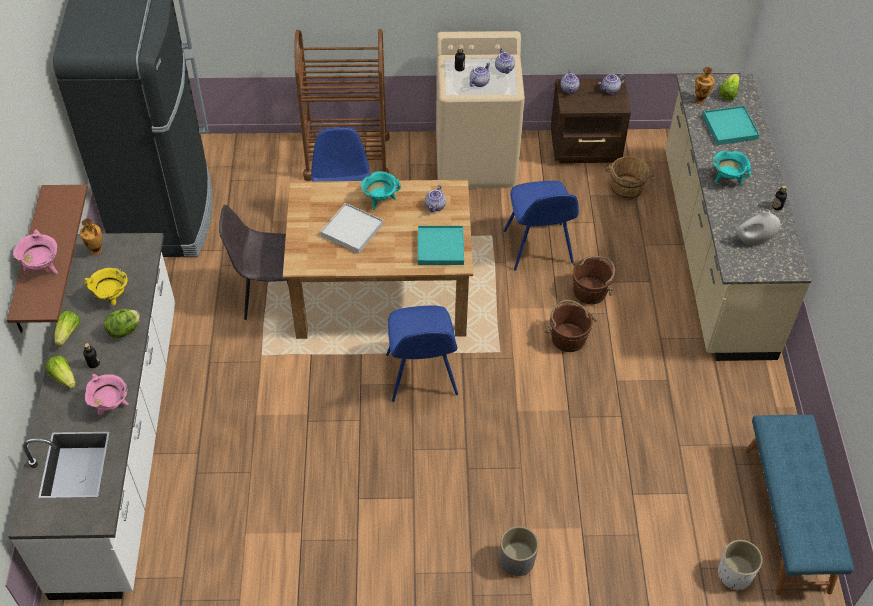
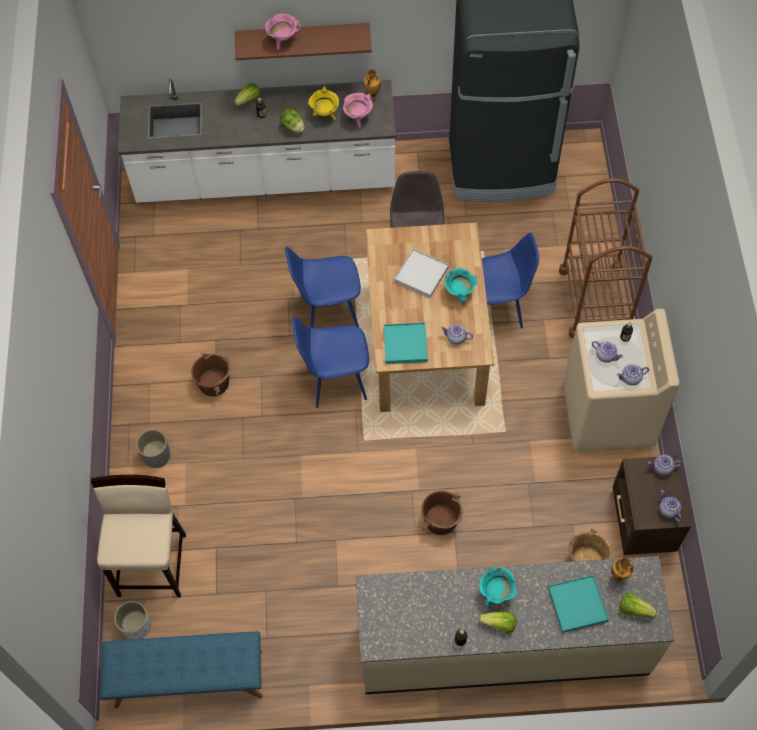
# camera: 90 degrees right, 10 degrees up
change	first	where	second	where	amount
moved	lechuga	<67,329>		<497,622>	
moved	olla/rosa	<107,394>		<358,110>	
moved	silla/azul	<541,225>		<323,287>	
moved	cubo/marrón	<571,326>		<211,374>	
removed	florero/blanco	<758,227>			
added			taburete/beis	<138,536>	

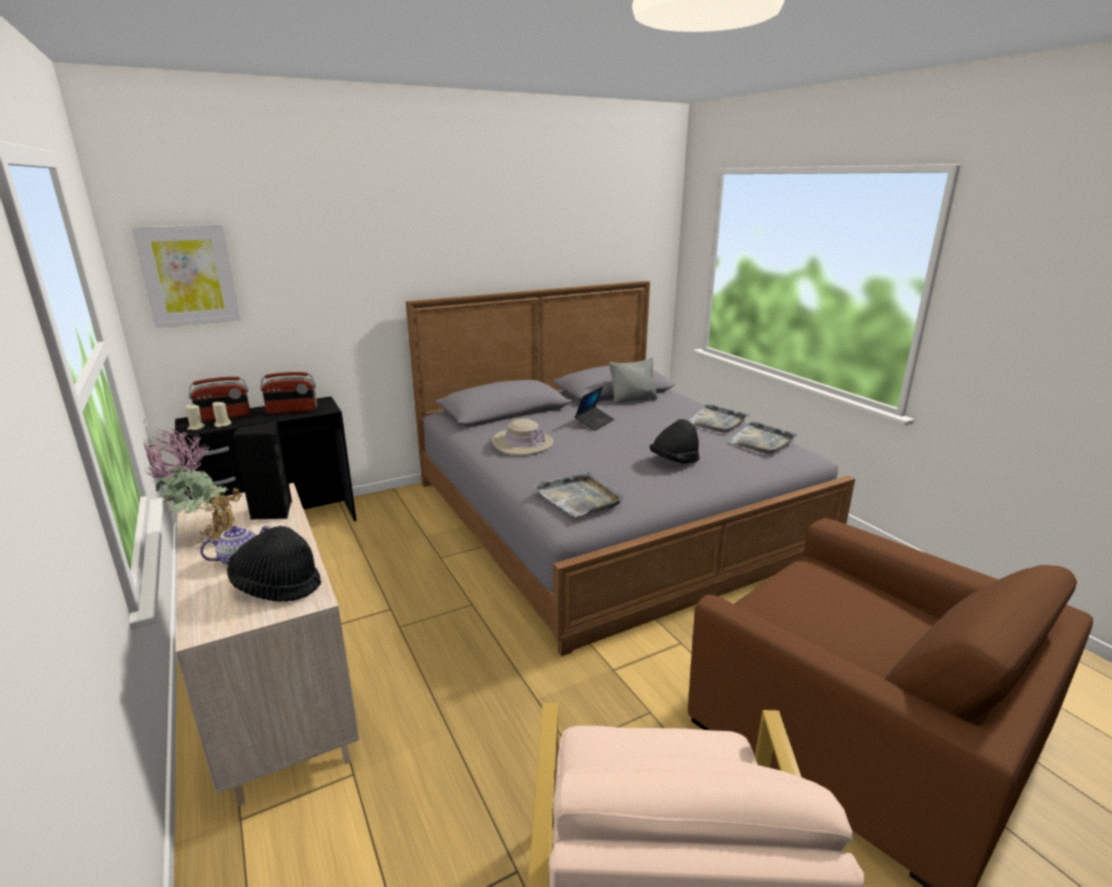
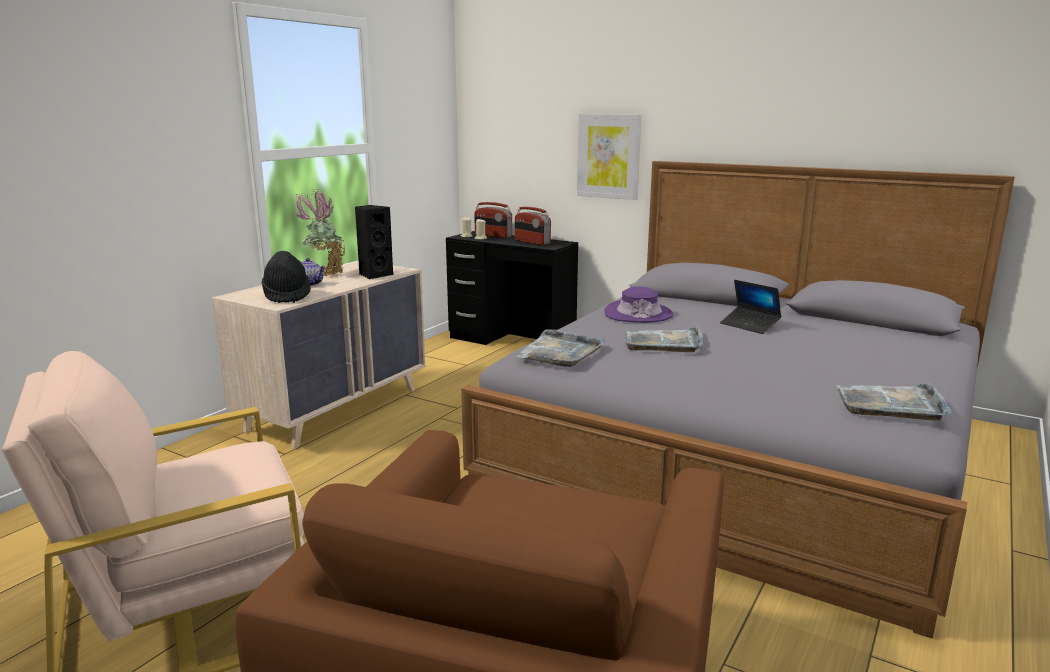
# camera: 60 degrees right, 5 degrees down
change	first	where	second	where	amount
moved	cuadro	<186,276>		<609,157>	
recoloured	sombrero/beis	<522,437>	sombrero/morado	<639,304>	
turned	portátil	<594,408>		<751,307>	45 degrees clockwise
removed	cojín/gris	<633,380>			
removed	sombrero/negro	<675,441>			
moved	bandeja/gris	<719,418>		<663,339>	

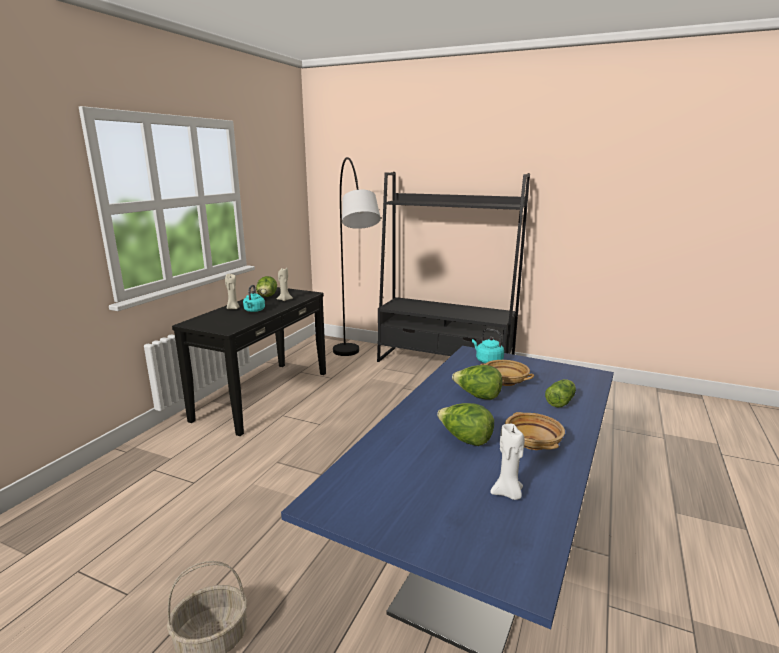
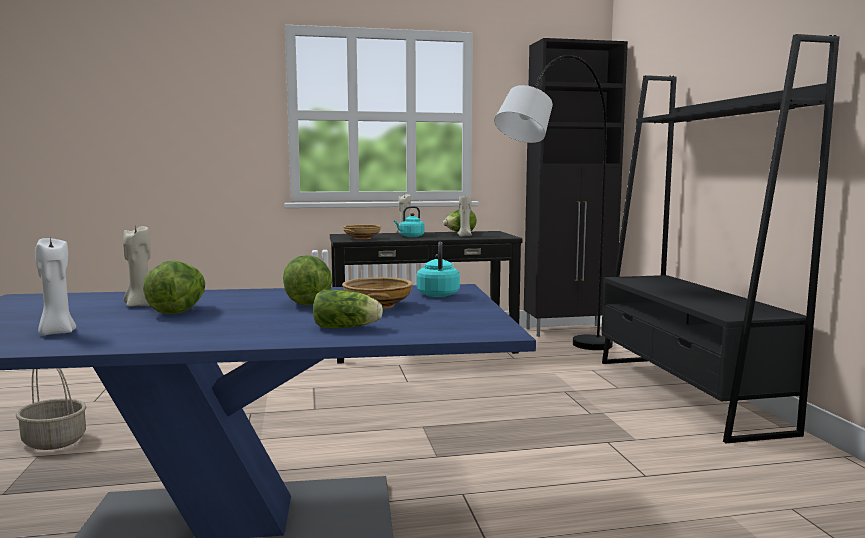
# camera: 55 degrees right, 10 degrees down
change	first	where	second	where	amount
moved	cuenco/beis	<535,431>		<362,232>	
added			vela/beis	<137,266>	
added			armario/negro	<576,187>	

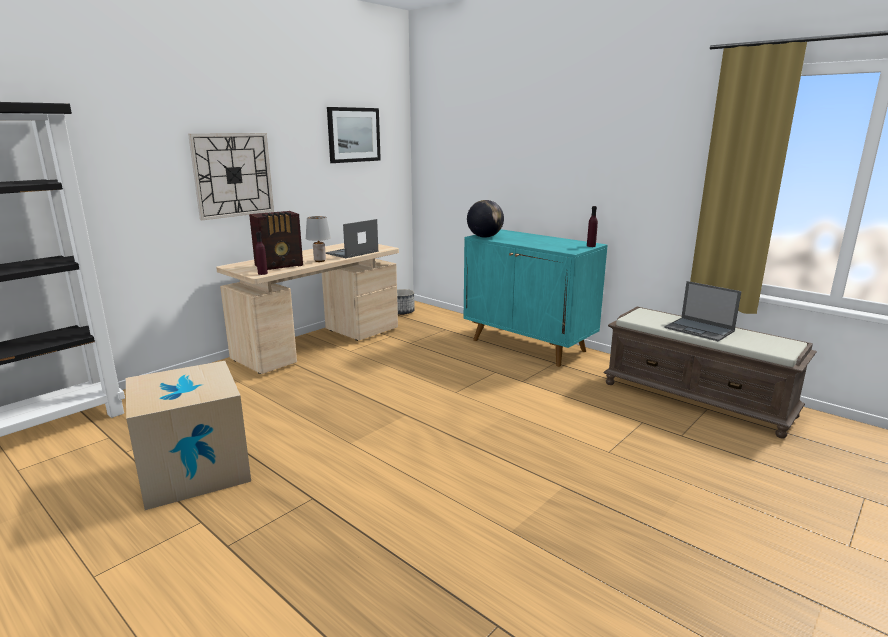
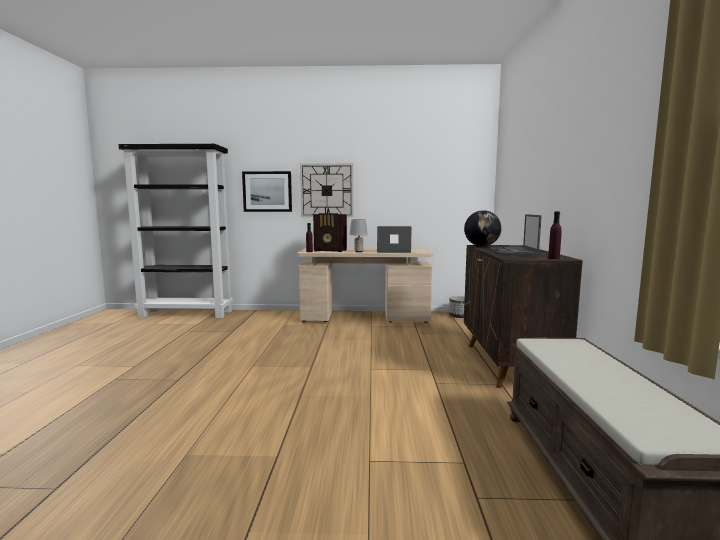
# camera: 50 degrees right, 10 degrees down
change	first	where	second	where	amount
removed	caja de cartón	<188,435>			
moved	cuadro	<354,135>		<267,191>	
recoloured	armario/turquesa	<536,298>	armario/marrón	<523,316>	
moved	portátil	<703,311>		<516,234>	

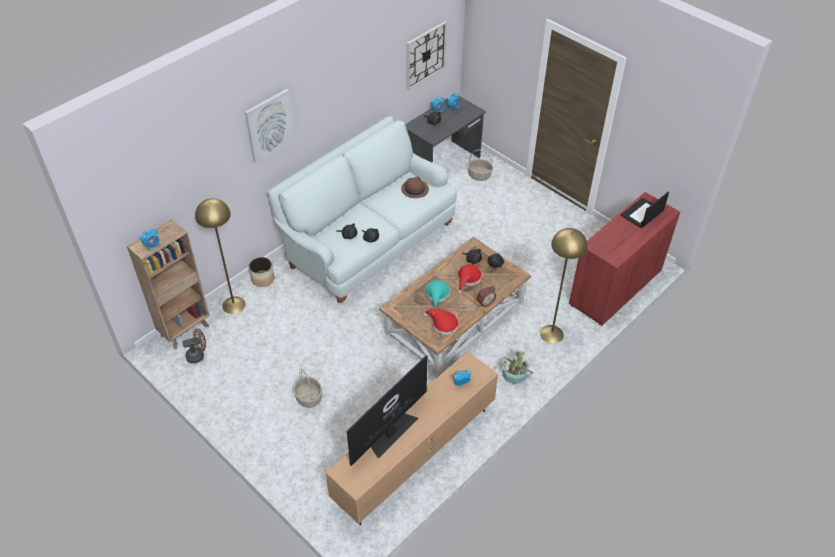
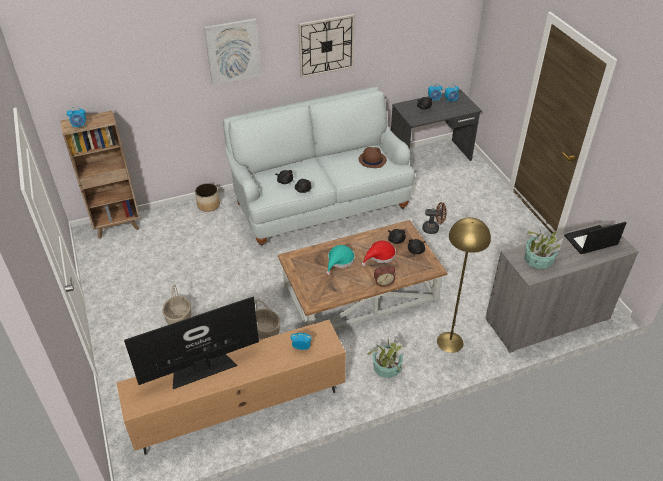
# camera: 25 degrees right, 5 degrees down
change	first	where	second	where	amount
moved	ventilador/marrón	<194,346>		<434,218>	
removed	lámpara de pie/amarillo	<220,256>			
moved	reloj de pared	<427,55>		<326,46>	
removed	sombrero/rojo	<441,322>			
moved	cesta	<480,165>		<267,319>	
recoloured	armario/rojo	<624,259>	armario/gris	<562,287>	
added			planta en maceta	<543,249>	

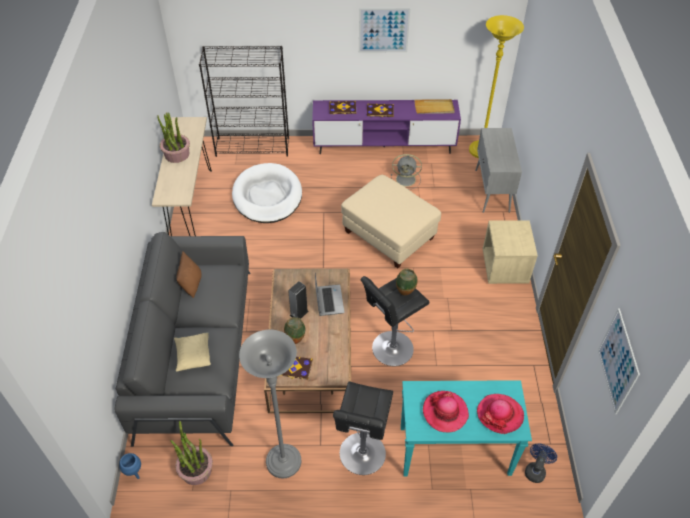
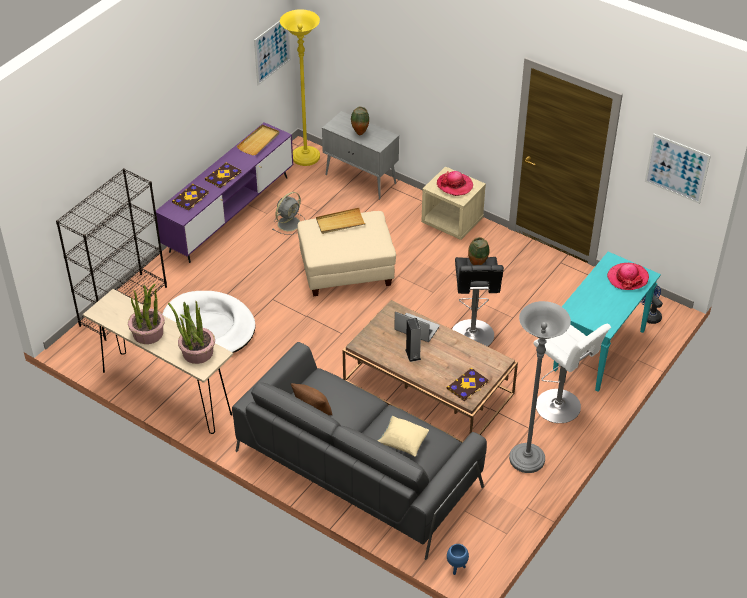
# camera: 55 degrees left, 5 degrees down
change	first	where	second	where	amount
moved	planta en maceta	<191,453>		<191,332>	
moved	florero	<294,330>		<360,121>	
recoloured	taburete/negro	<363,428>	taburete/blanco	<572,373>	
moved	cuadro	<384,30>		<272,53>	
moved	sombrero	<446,411>		<455,183>	
added			bandeja/beis	<340,221>	

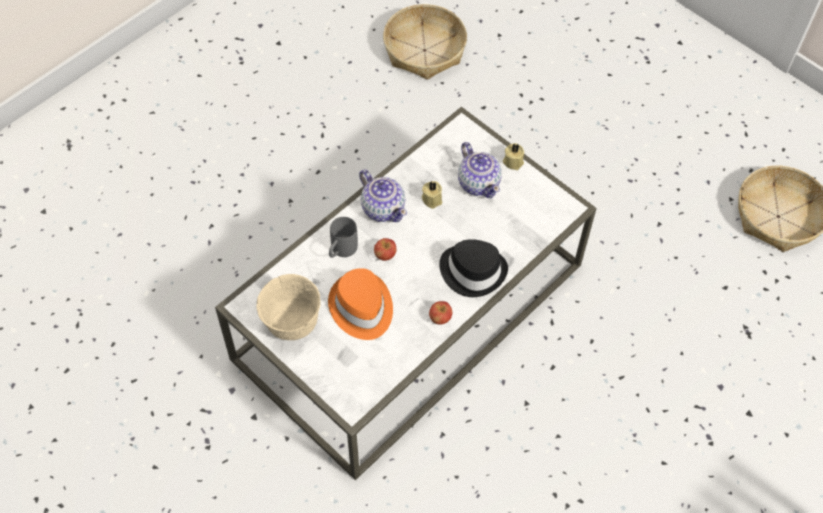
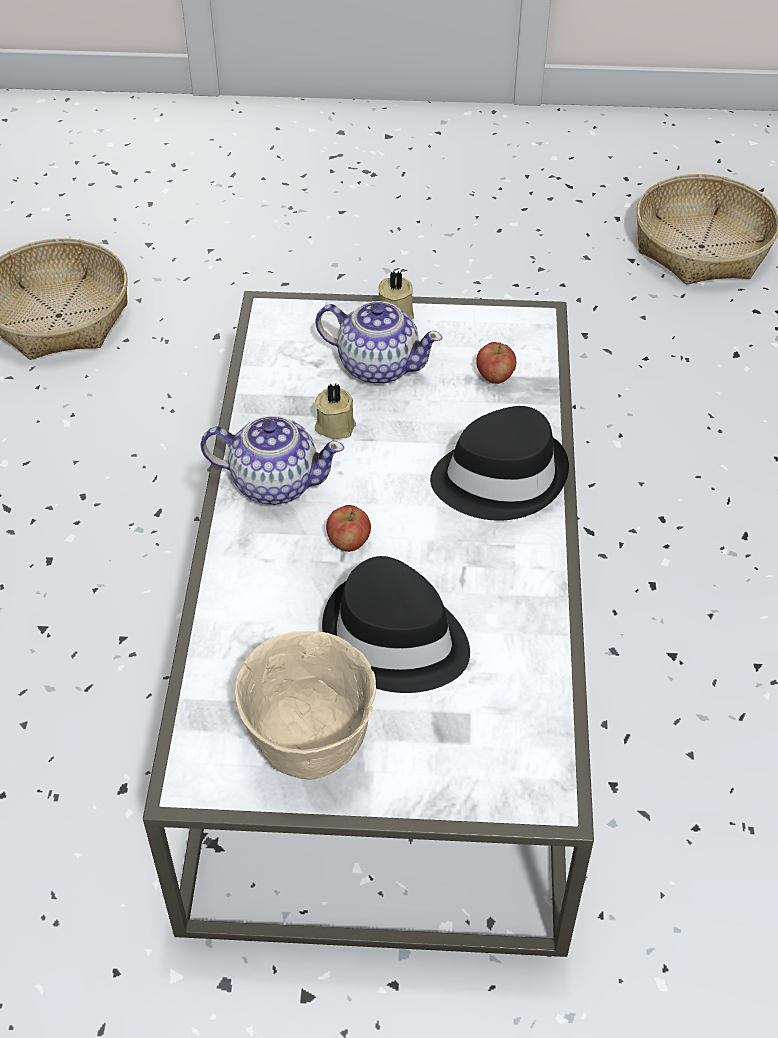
# camera: 40 degrees left, 10 degrees down
change	first	where	second	where	amount
recoloured	sombrero/naranja	<360,304>	sombrero/negro	<396,624>	
removed	taza grande/gris	<343,237>			
moved	manzana	<440,313>		<496,363>	

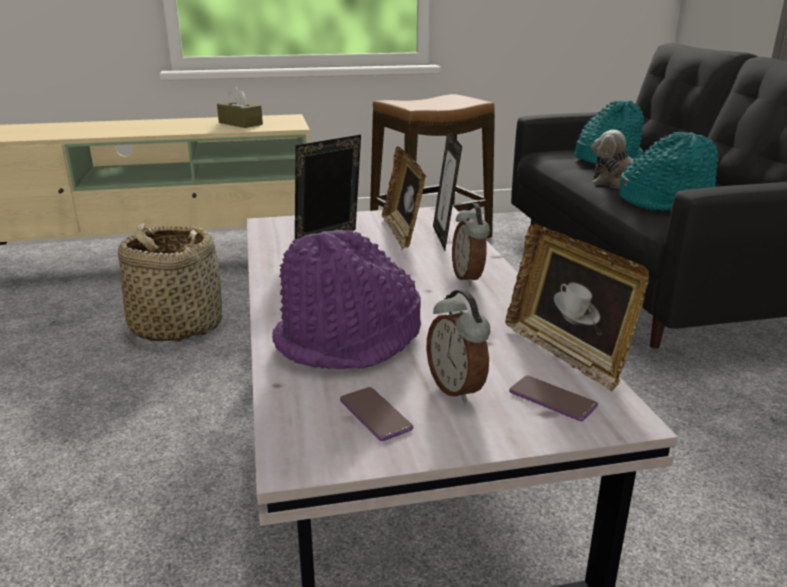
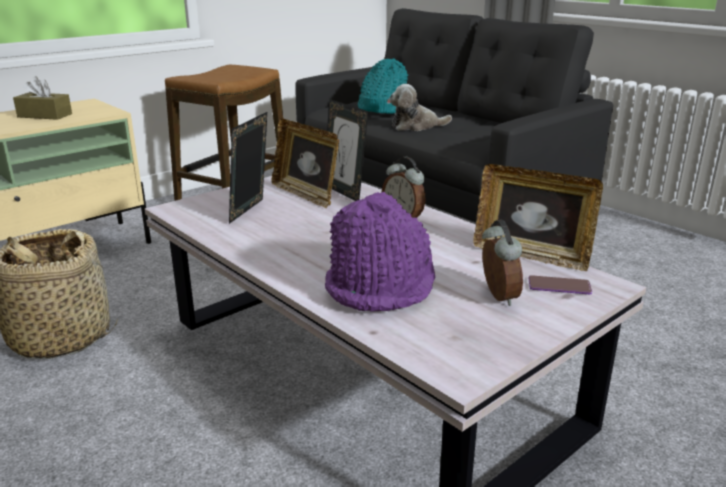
# camera: 30 degrees left, 0 degrees up
change	first	where	second	where	amount
removed	móvil	<376,414>			
turned	despertador	<458,346>		<502,263>	135 degrees counterclockwise
removed	sombrero/turquesa	<669,171>			

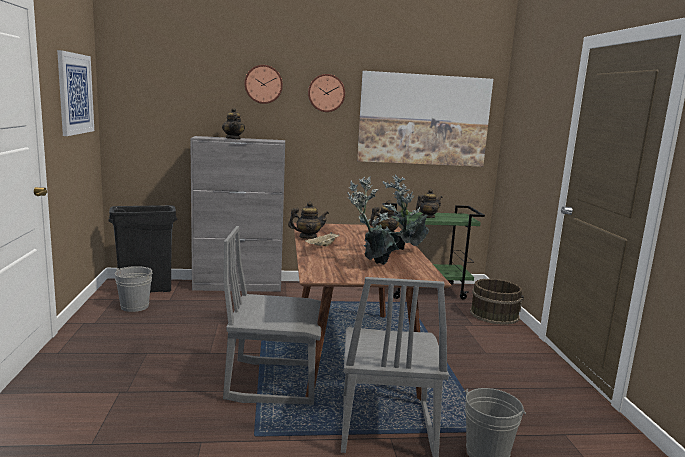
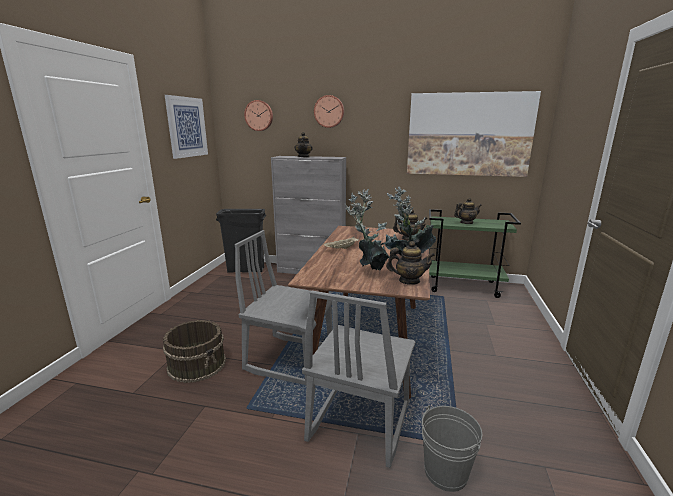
# camera: 20 degrees right, 5 degrees up
change	first	where	second	where	amount
removed	cubo/gris	<134,289>			
moved	tetera	<308,220>		<410,263>	
moved	reloj de pared	<326,93>		<258,115>	
moved	cubo/marrón	<497,302>		<194,351>	

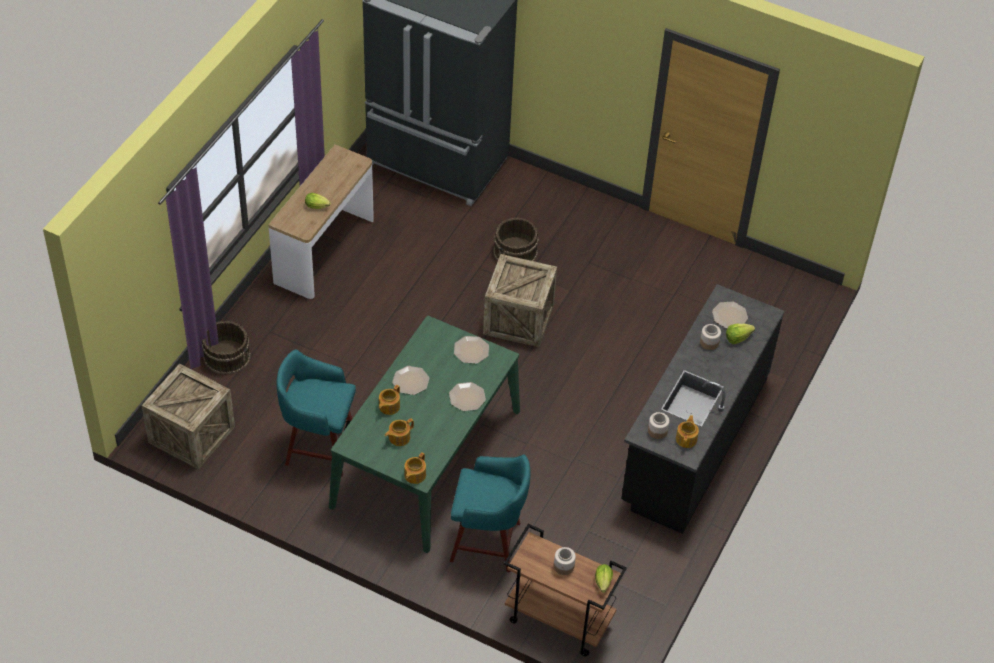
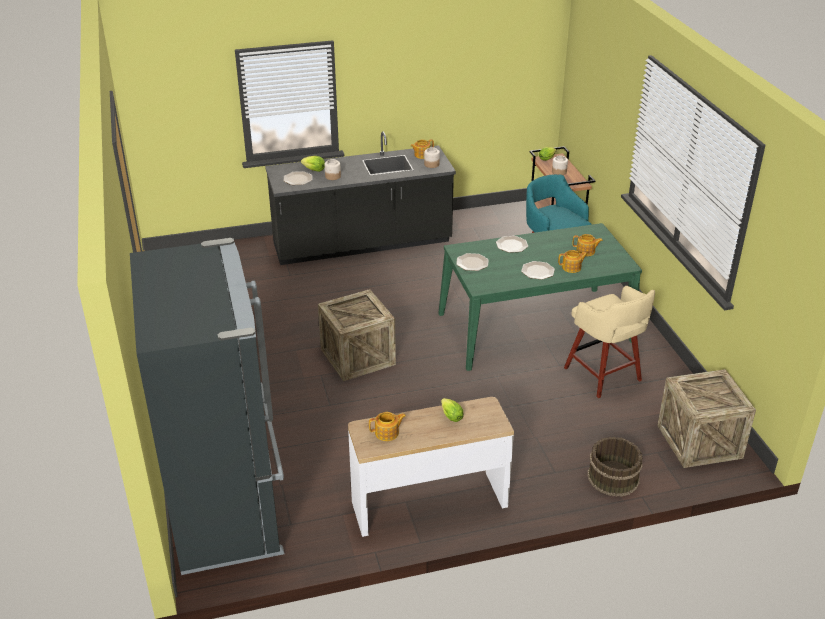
# camera: 130 degrees left, 15 degrees down
change	first	where	second	where	amount
recoloured	taburete/turquesa	<316,413>	taburete/beis	<609,342>	
moved	tetera	<415,468>		<387,426>	
removed	cubo/marrón	<516,239>			

